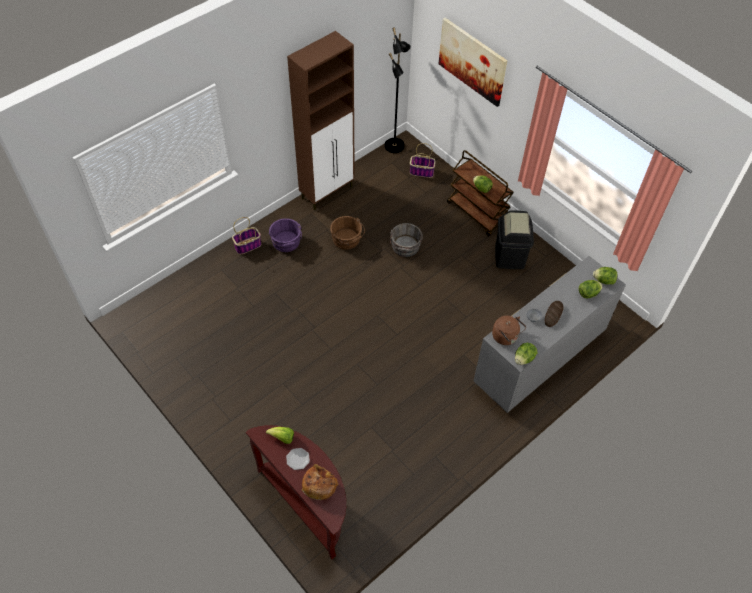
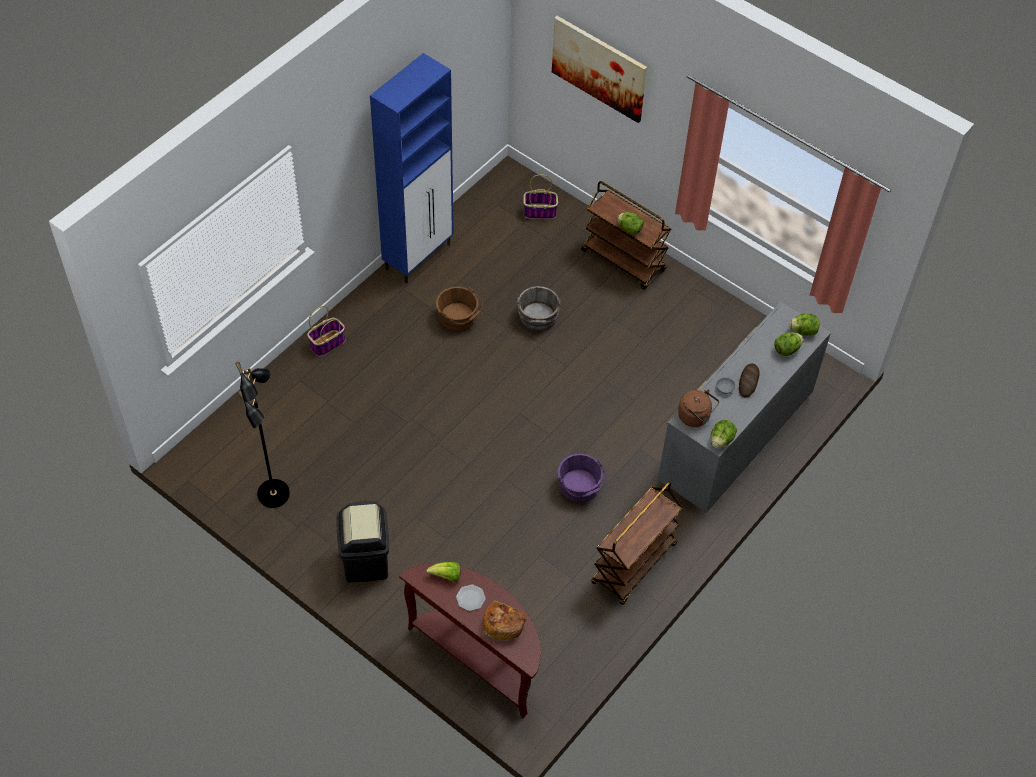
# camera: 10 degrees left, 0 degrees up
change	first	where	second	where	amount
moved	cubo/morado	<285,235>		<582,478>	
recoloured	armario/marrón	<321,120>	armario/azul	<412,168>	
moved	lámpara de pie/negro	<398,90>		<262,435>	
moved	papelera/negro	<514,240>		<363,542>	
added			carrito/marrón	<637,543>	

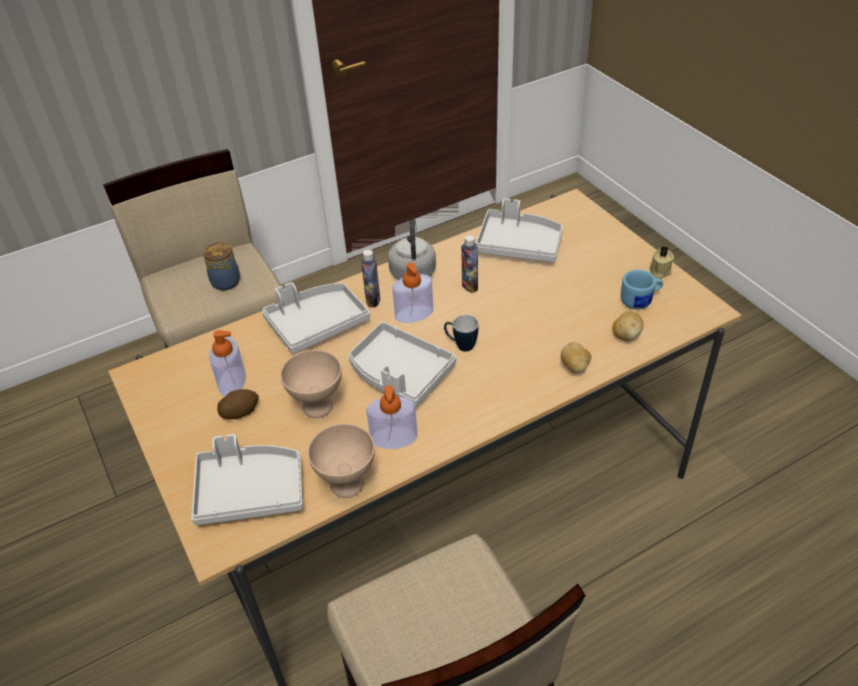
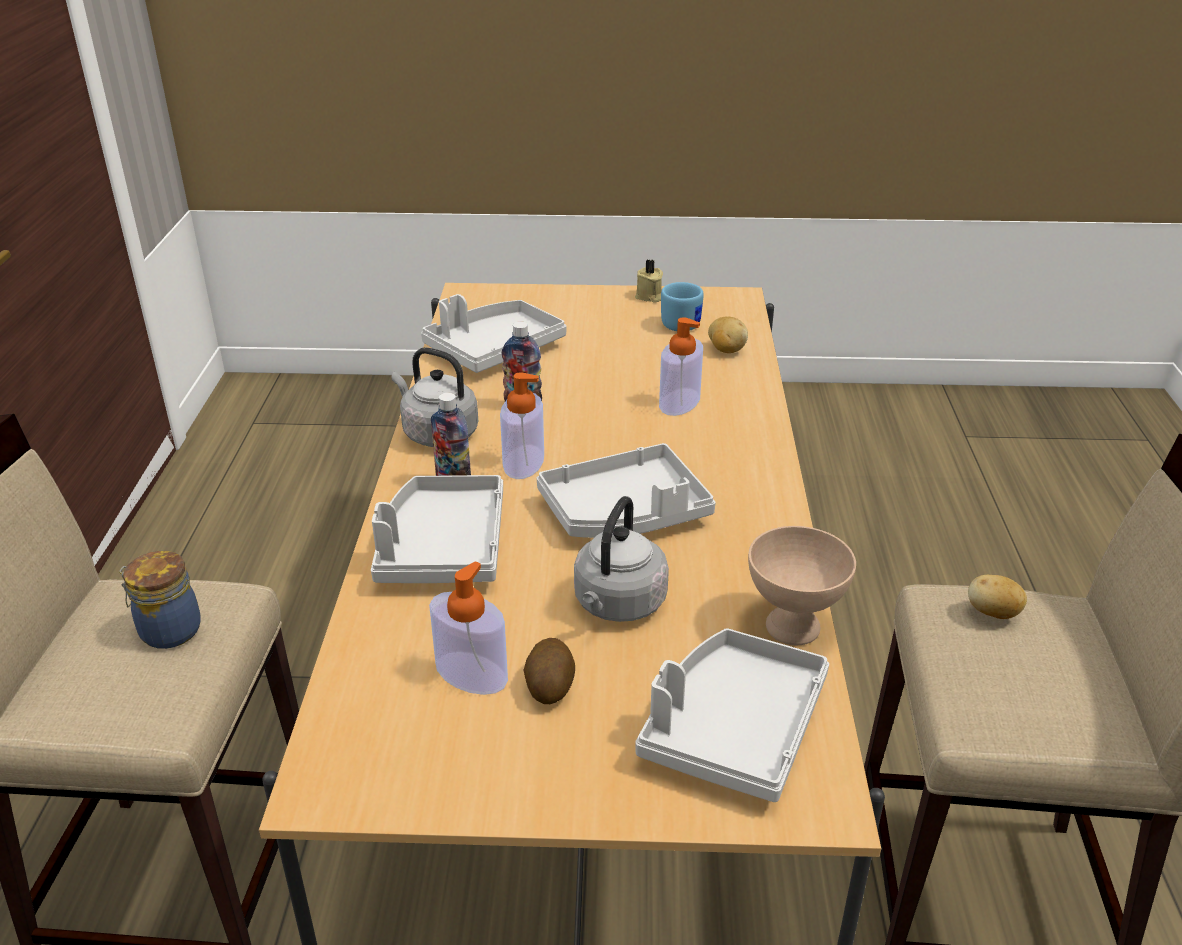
# camera: 60 degrees left, 10 degrees down
change	first	where	second	where	amount
replaced	cuenco/beis	<311,384>	hervidor/gris	<621,559>	
moved	dispensador de jabón	<392,417>		<681,366>	
removed	taza grande	<461,333>			
moved	patata	<576,358>		<997,597>	

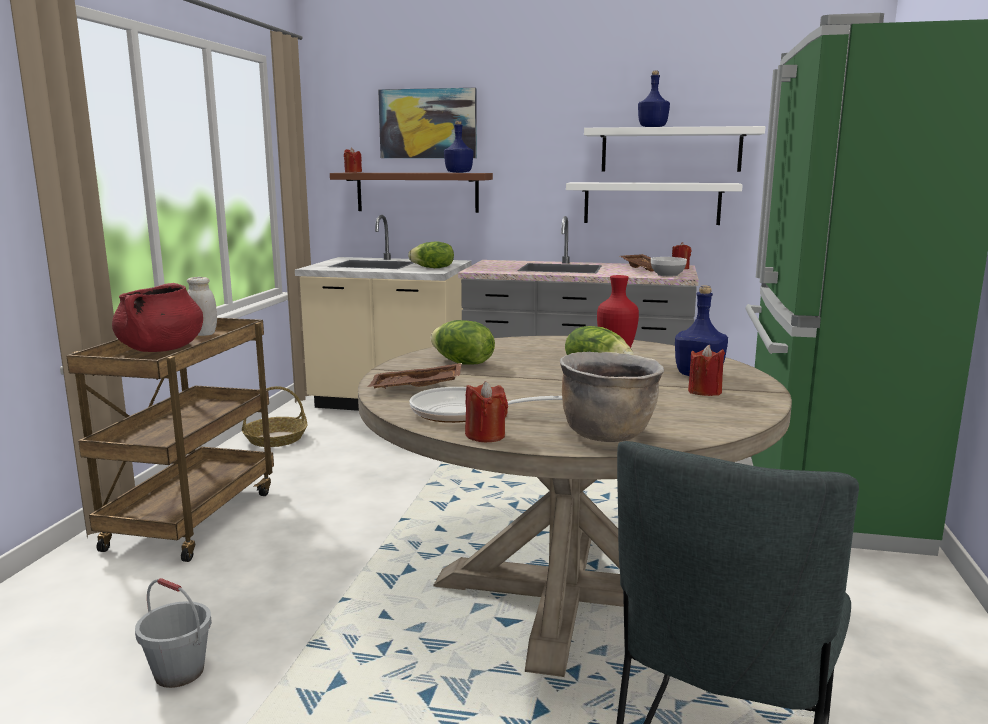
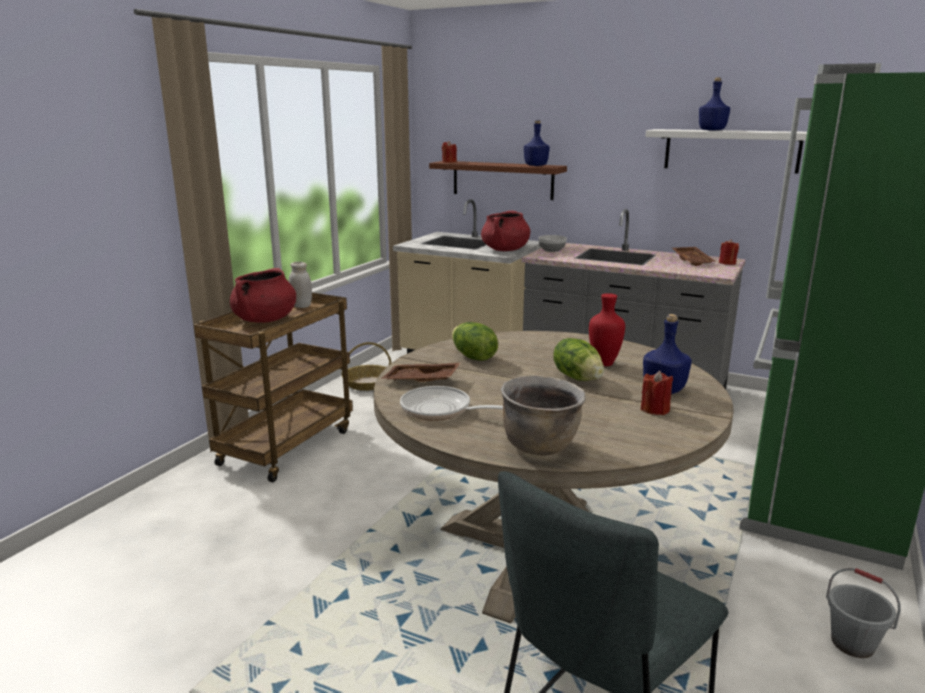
# camera: 15 degrees right, 5 degrees up
change	first	where	second	where	amount
moved	cubo/gris	<173,633>		<863,613>	
removed	cuadro	<427,123>			
replaced	lechuga	<431,255>	olla/rojo	<505,231>	
removed	vela/rojo	<486,411>			
removed	estante/blanco	<654,203>			
moved	cuenco	<669,266>		<552,243>	

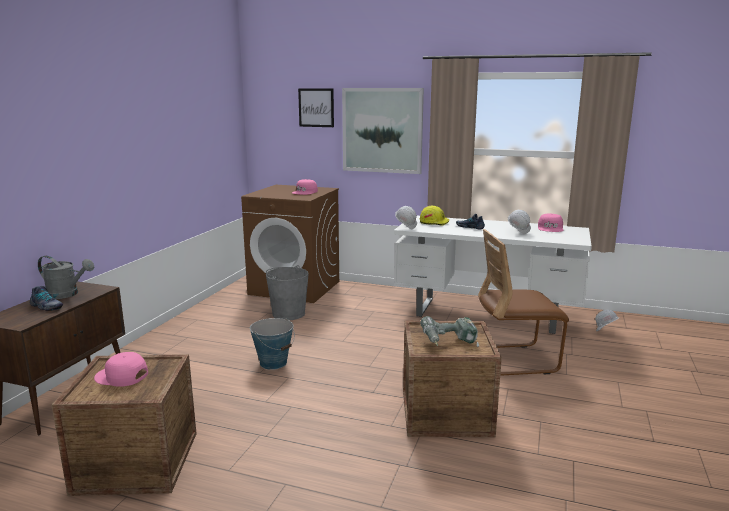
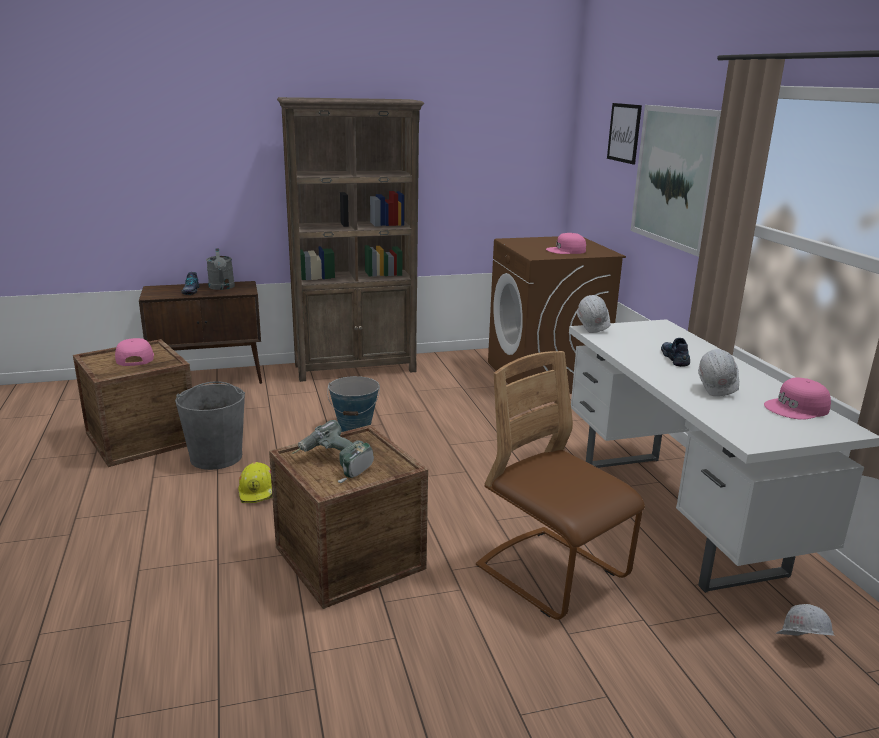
# camera: 55 degrees right, 5 degrees up
change	first	where	second	where	amount
moved	cubo/gris	<287,292>		<210,425>	
moved	casco/amarillo	<434,216>		<255,482>	
added			estantería/marrón	<350,239>	

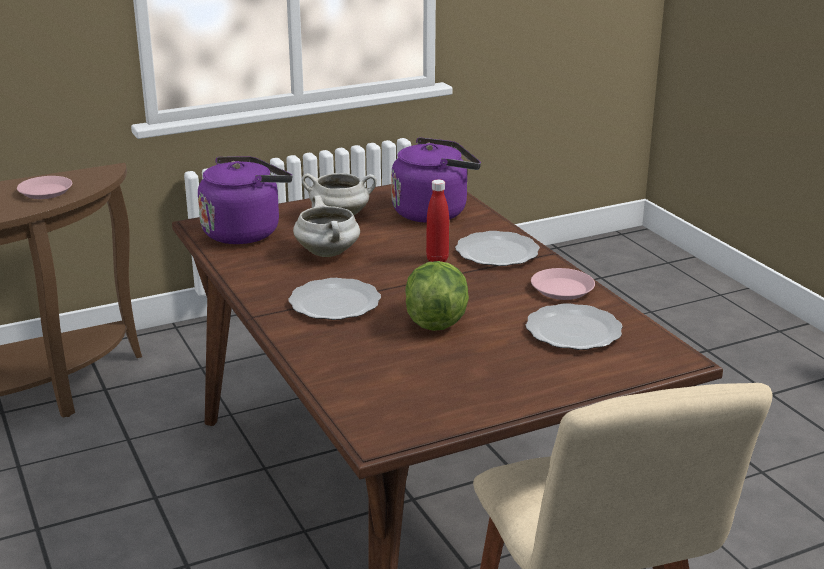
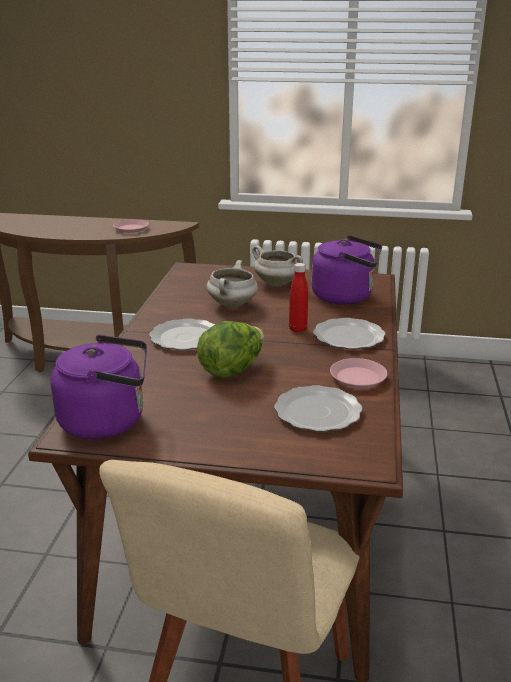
# camera: 35 degrees right, 0 degrees up
change	first	where	second	where	amount
moved	hervidor/morado	<245,200>		<98,387>	

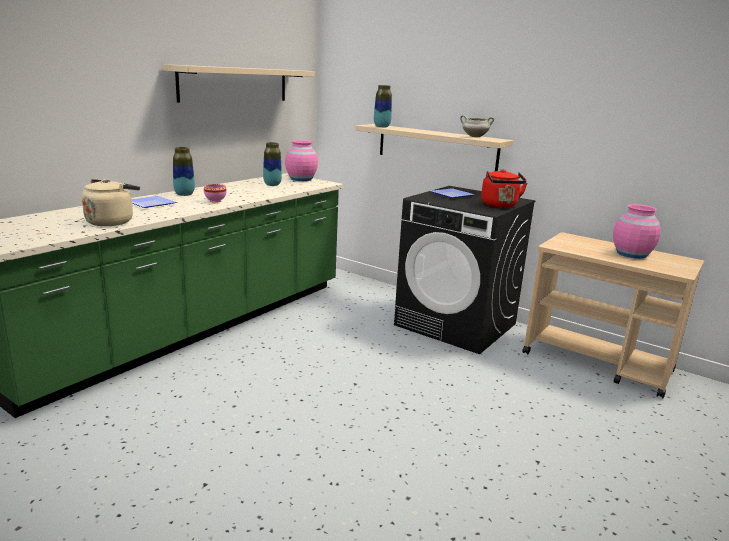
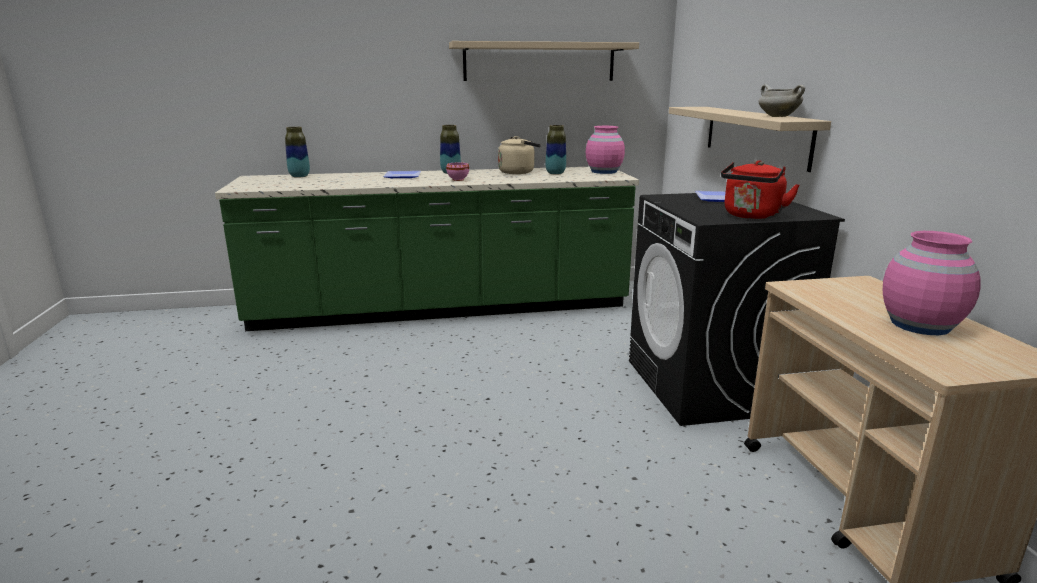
# camera: 45 degrees right, 0 degrees up
change	first	where	second	where	amount
moved	hervidor/beis	<111,202>		<519,155>	
moved	florero	<383,106>		<297,152>	

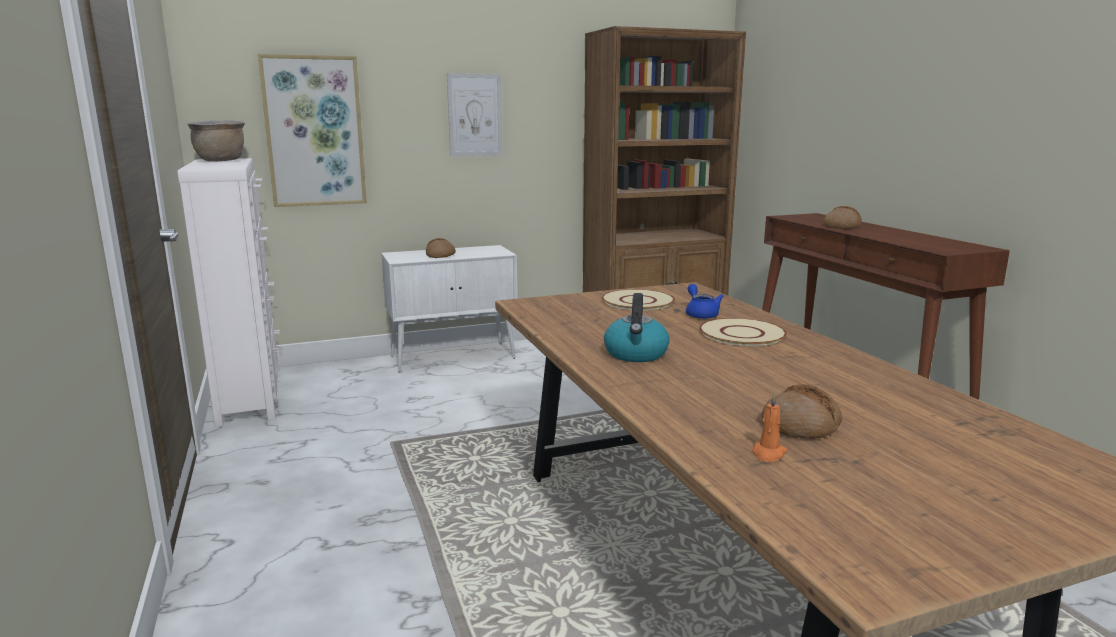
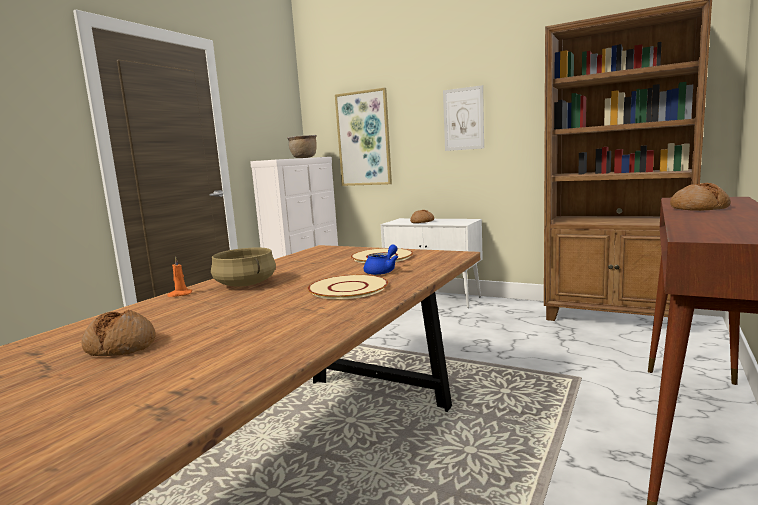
# camera: 50 degrees right, 5 degrees down
change	first	where	second	where	amount
replaced	hervidor	<637,327>	olla/beis	<243,267>	
moved	vela/naranja	<770,427>		<179,277>	

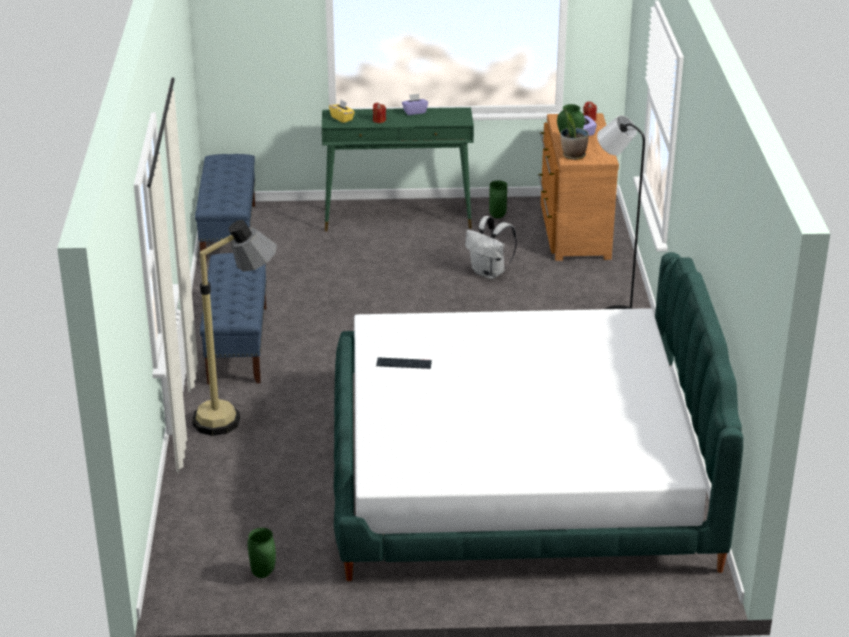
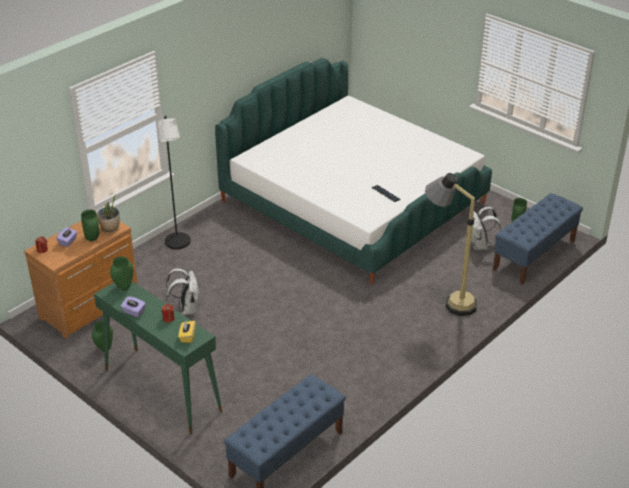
# camera: 135 degrees left, 5 degrees up
change	first	where	second	where	amount
moved	banco/azul	<233,318>		<538,239>	
added			florero/verde	<121,273>	
added			mochila/blanco	<486,228>	

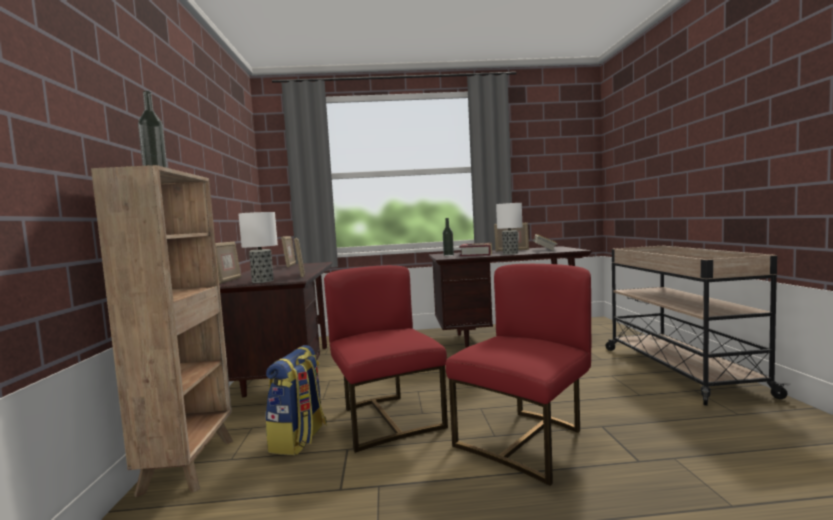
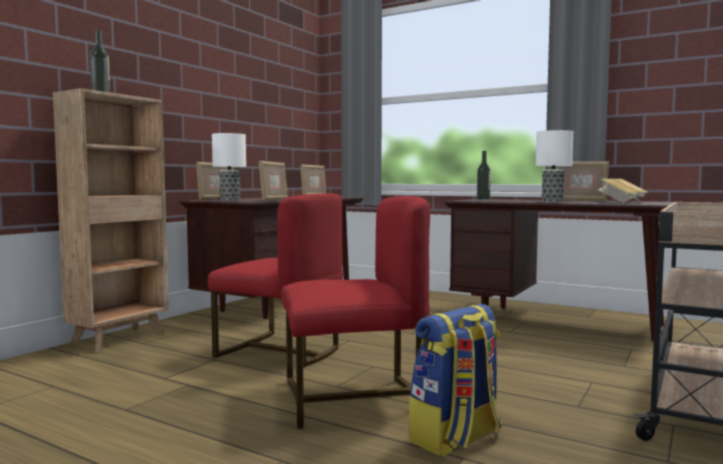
# camera: 35 degrees right, 0 degrees up
change	first	where	second	where	amount
moved	mochila	<296,400>		<454,380>	
turned	silla/rojo	<386,359>		<275,280>	105 degrees clockwise
removed	libro	<475,249>			

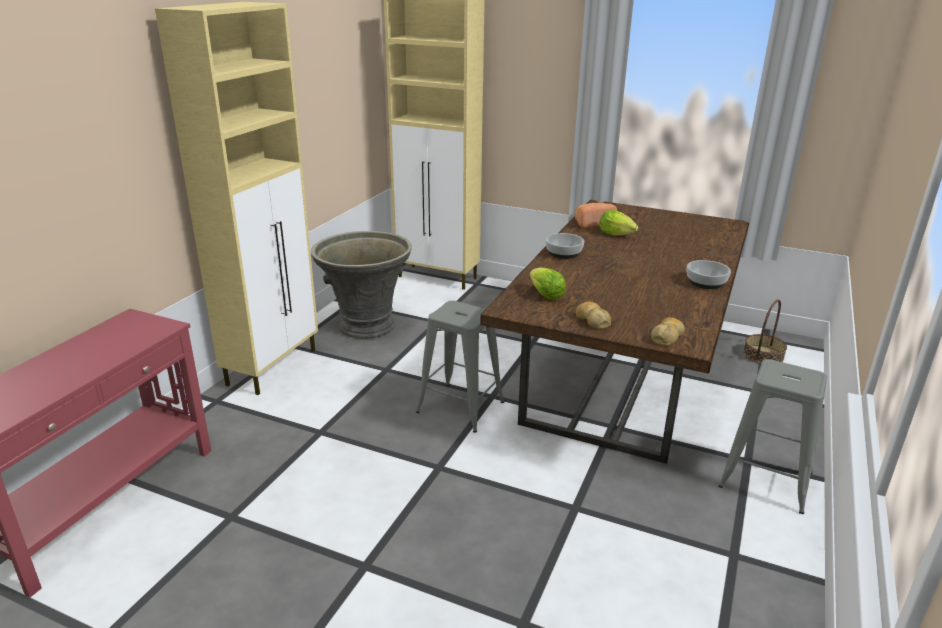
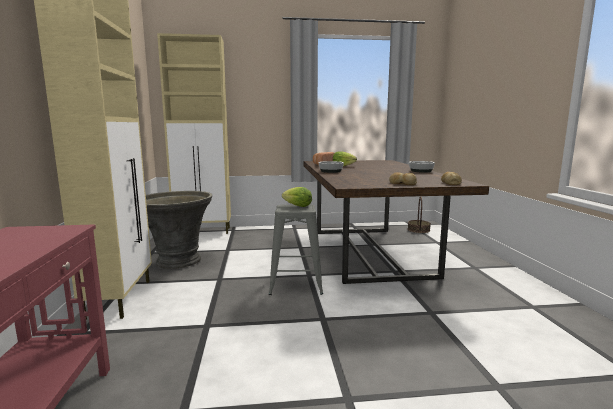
# camera: 30 degrees left, 15 degrees down
change	first	where	second	where	amount
moved	lechuga	<548,283>		<297,197>	
removed	taburete/gris	<772,436>			

